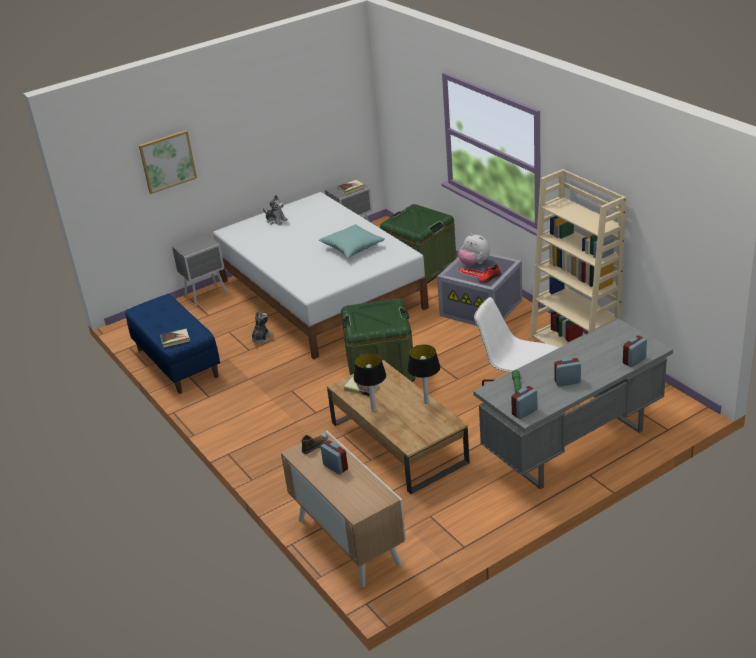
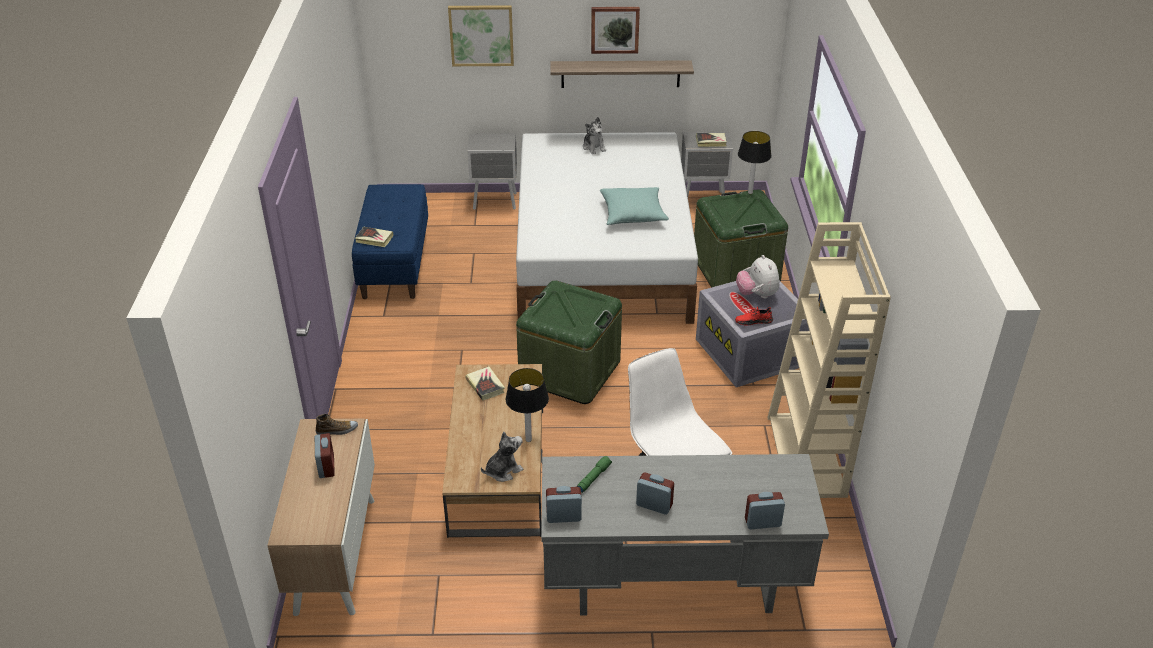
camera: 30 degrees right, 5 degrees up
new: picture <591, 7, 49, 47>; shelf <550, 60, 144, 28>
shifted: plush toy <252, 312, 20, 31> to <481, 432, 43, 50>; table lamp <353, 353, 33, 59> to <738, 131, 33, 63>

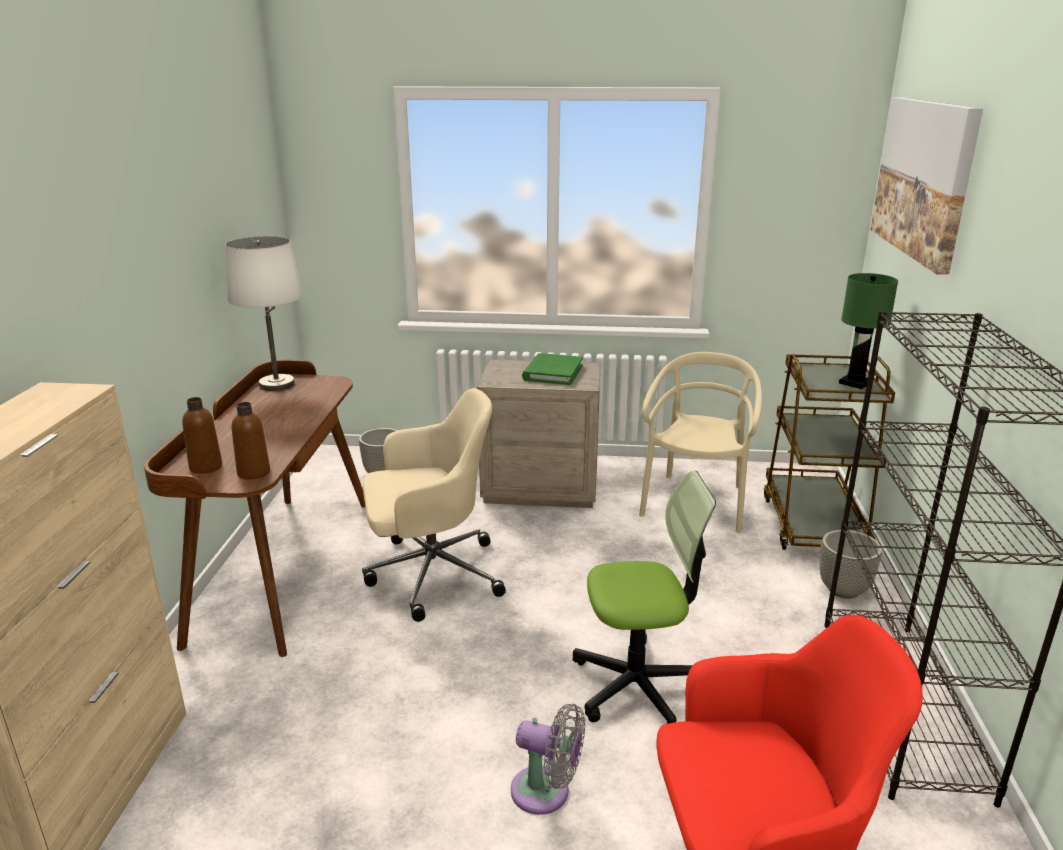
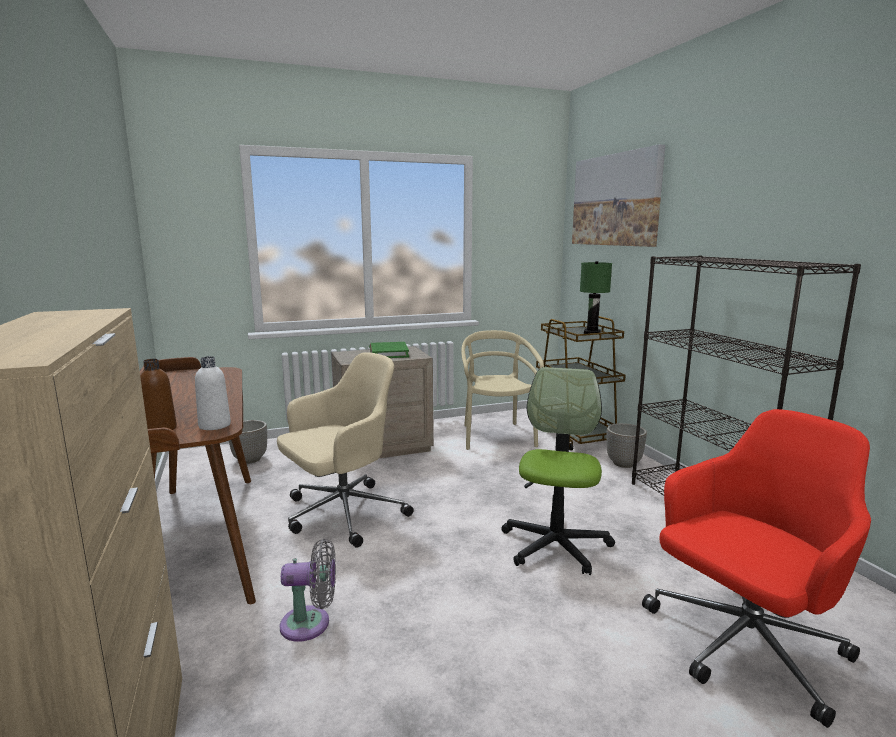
camera: 25 degrees left, 10 degrees down
gone: white table lamp <225, 236, 78, 155>
shifted: grey fan <511, 704, 74, 111> to <280, 539, 56, 103>
repainted: brown bottle <232, 402, 38, 77> to white bottle <195, 356, 36, 74>
rotated: office chair <573, 471, 143, 253> = <501, 367, 114, 208> 45 degrees counterclockwise

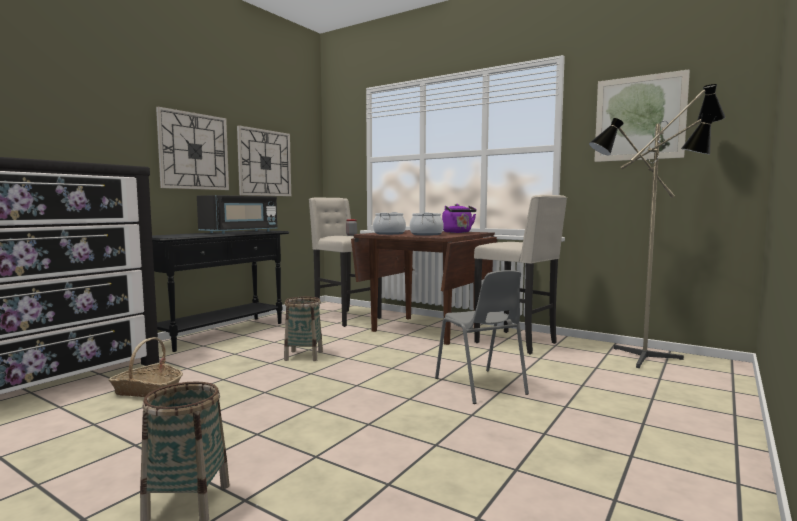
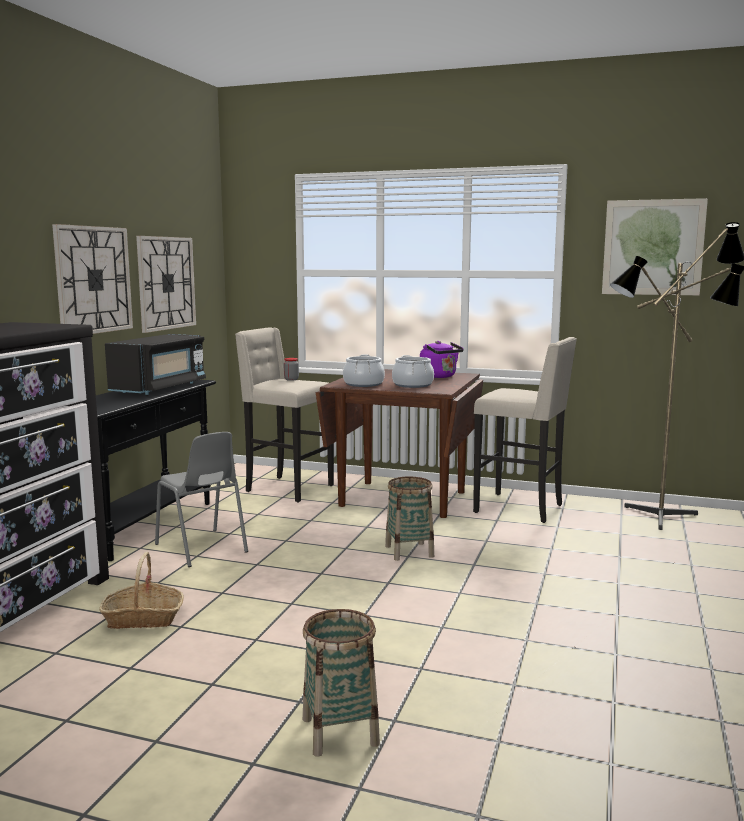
camera: 15 degrees left, 5 degrees up
shifted: grey chair <435, 270, 94, 134> to <155, 432, 93, 135>; basket <284, 297, 39, 64> to <385, 477, 49, 84>

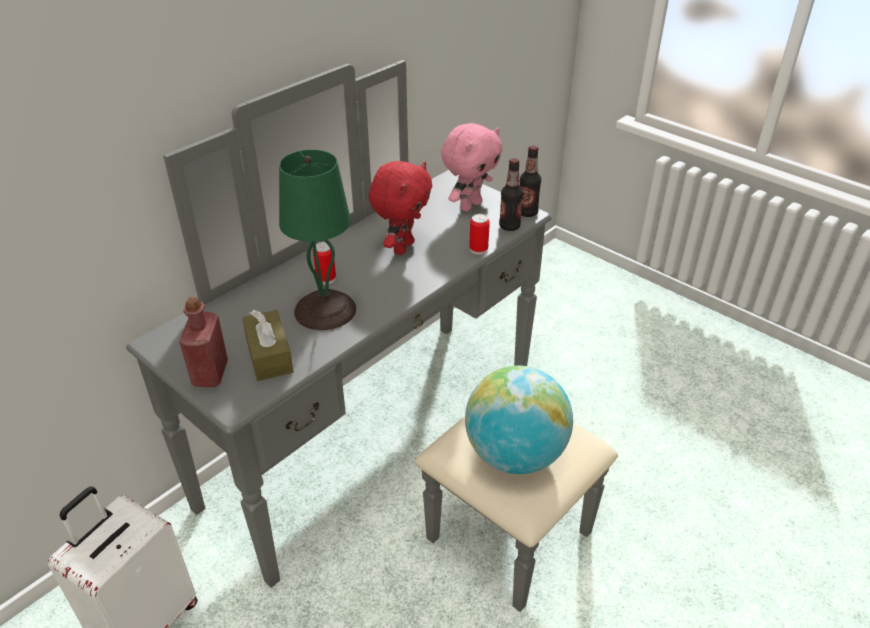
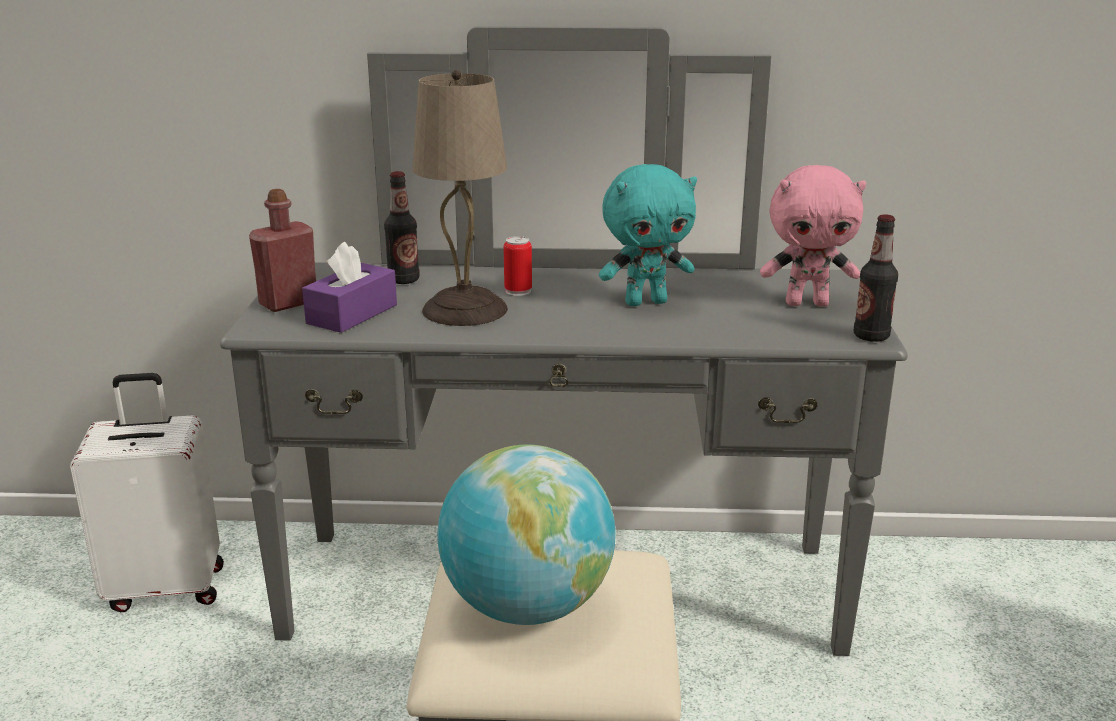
camera: 50 degrees right, 15 degrees down
gone: can <469, 214, 21, 41>
shifted: bottle <499, 158, 24, 73> to <384, 171, 36, 113>
repainted: green table lamp <279, 150, 77, 180> to beige table lamp <412, 70, 96, 256>; red plush toy <369, 161, 63, 94> to turquoise plush toy <599, 164, 98, 142>; brown tissue box <242, 310, 52, 71> to purple tissue box <302, 242, 95, 91>

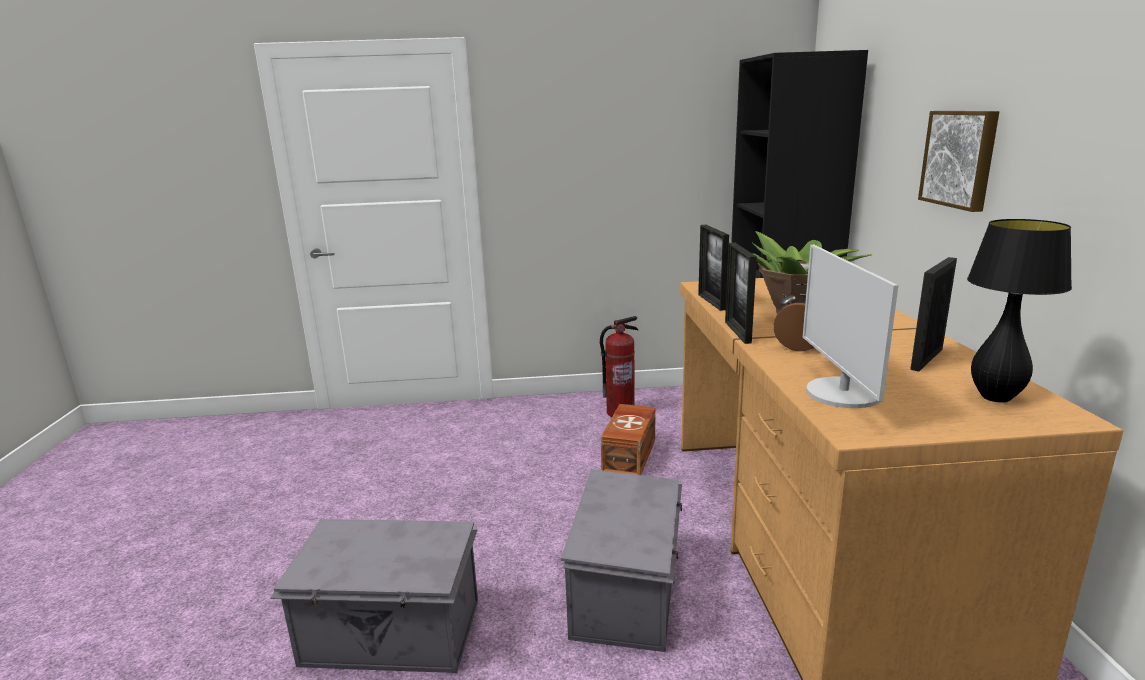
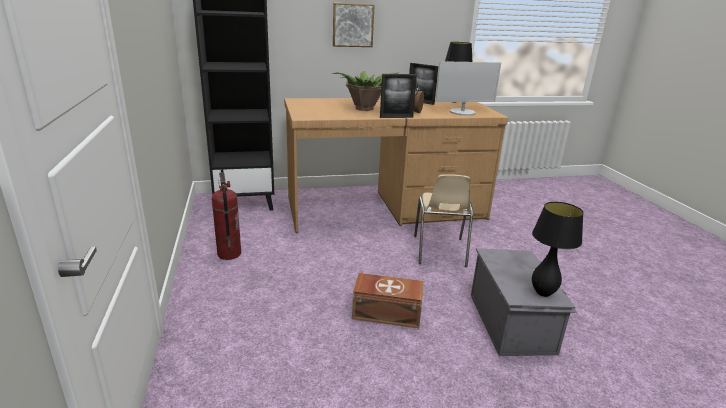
camera: 100 degrees left, 5 degrees up
gone: picture frame <698, 225, 31, 86>
new: black table lamp <532, 202, 51, 95>
shifted: brown storage box <601, 404, 55, 71> to <352, 273, 72, 55>
swapped: grey storage box <561, 470, 121, 182> to beige chair <414, 174, 59, 93>

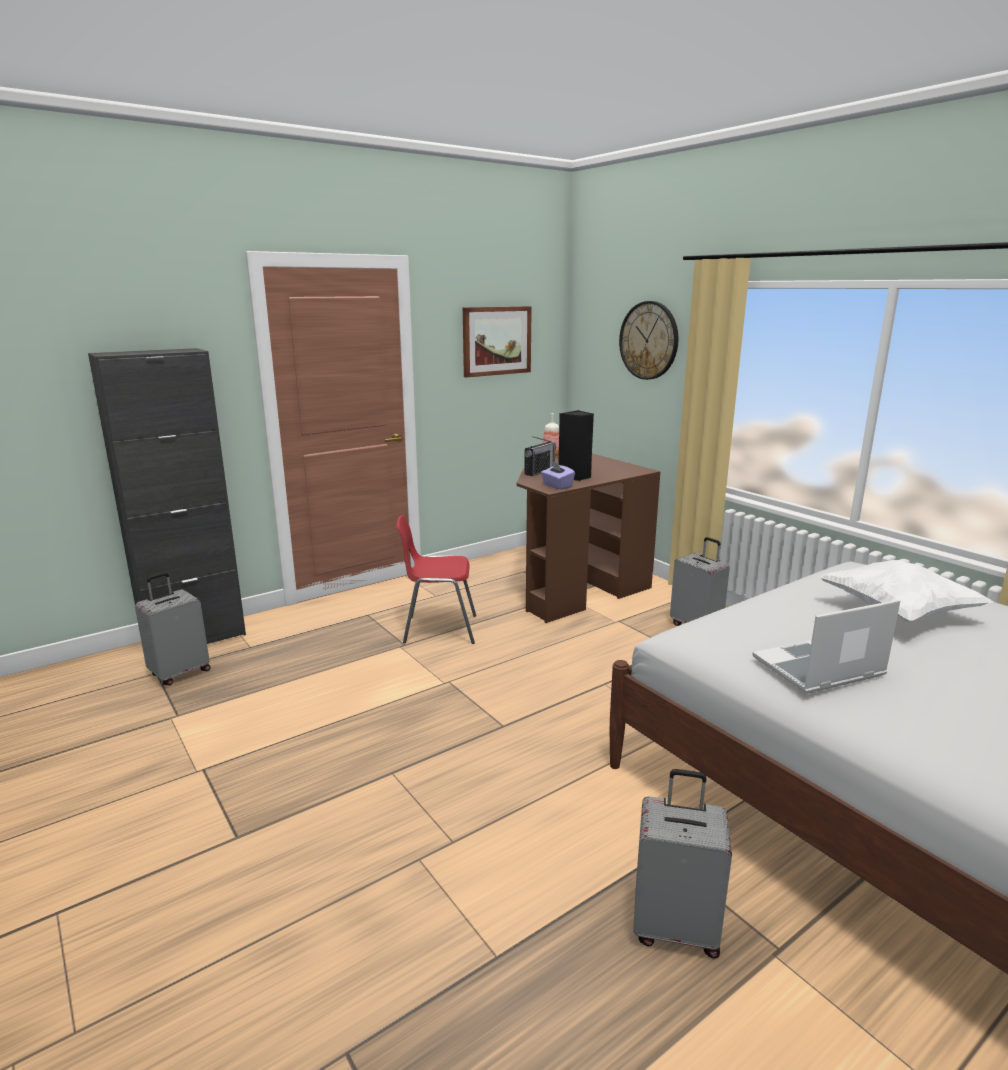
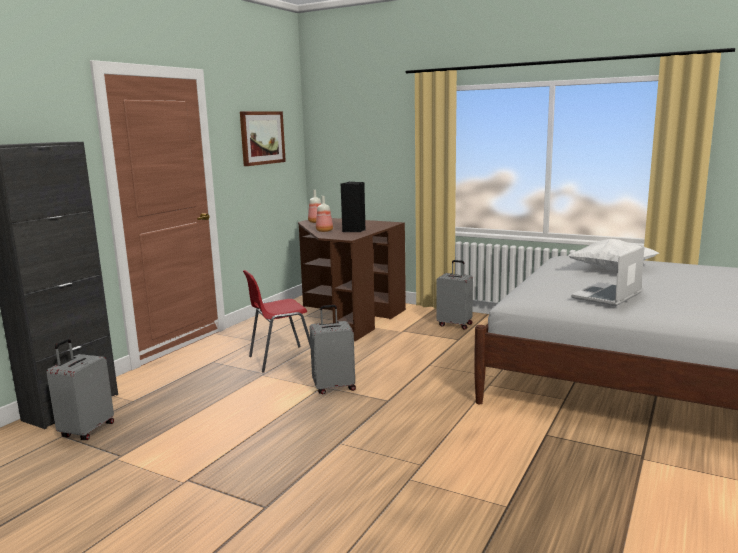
camera: 25 degrees left, 5 degrees down
gone: wall clock <619, 301, 59, 79>; purple tissue box <541, 461, 34, 29>
shifted: grey suitcase <633, 769, 99, 190> to <309, 305, 47, 89>
swapped: radio <524, 436, 32, 40> to bottle <316, 196, 17, 36>

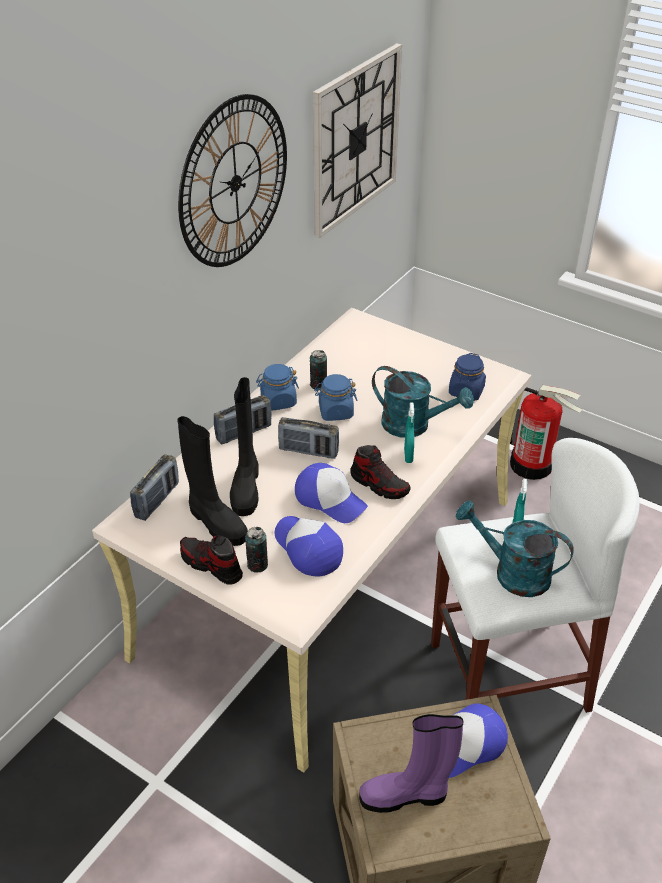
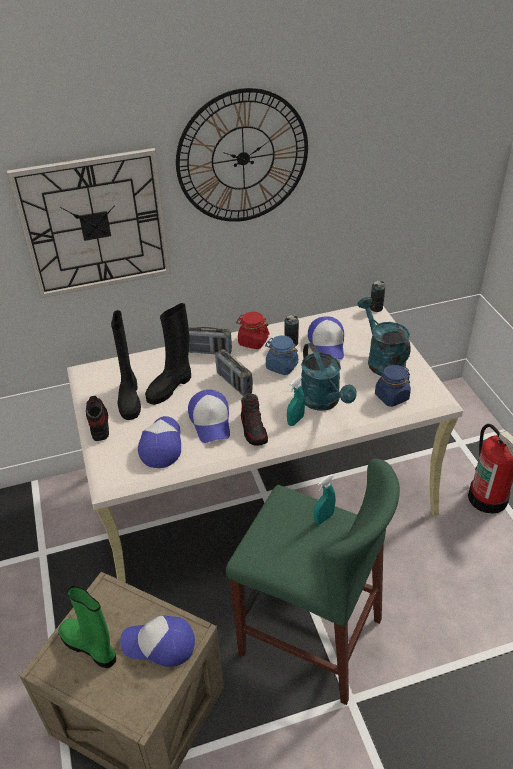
camera: 40 degrees right, 0 degrees up
gone: radio <130, 454, 49, 67>
new: cap <308, 316, 36, 43>
shifted: wall clock <313, 43, 89, 195> to <7, 148, 164, 150>; turquoise watering can <456, 501, 118, 96> to <357, 297, 54, 79>; can <245, 527, 23, 46> to <370, 281, 15, 31>
repainted: blue jar <256, 364, 43, 47> to red jar <236, 312, 33, 37>; white stool <431, 438, 209, 275> to green stool <226, 459, 174, 246>; purple boot <359, 714, 104, 99> to green boot <58, 586, 58, 82>

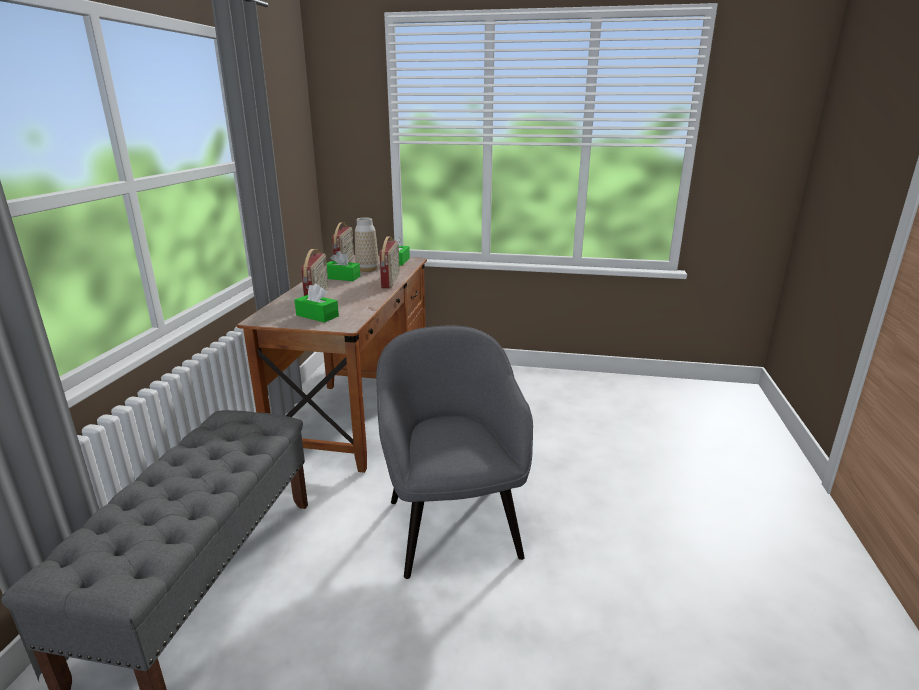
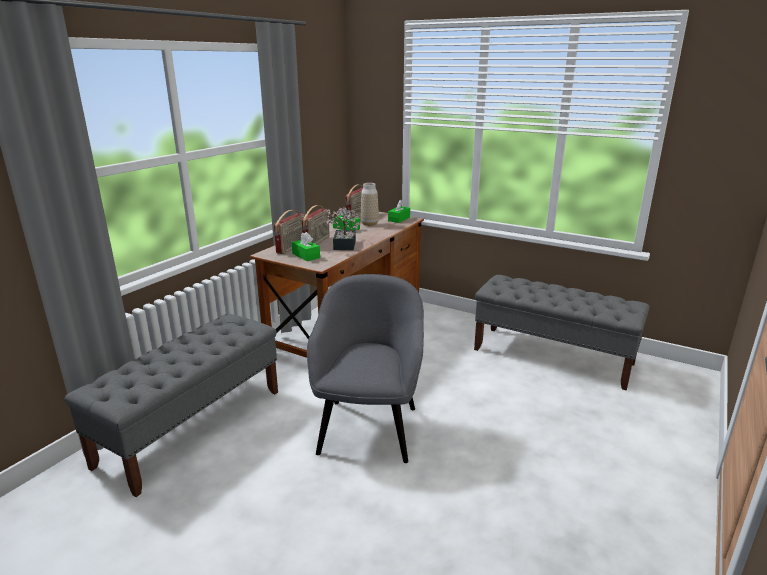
camera: 20 degrees right, 0 degrees up
new: potted plant <326, 207, 37, 43>; grey bench <474, 275, 176, 116>
shifted: radio <379, 236, 21, 52> to <274, 210, 31, 44>

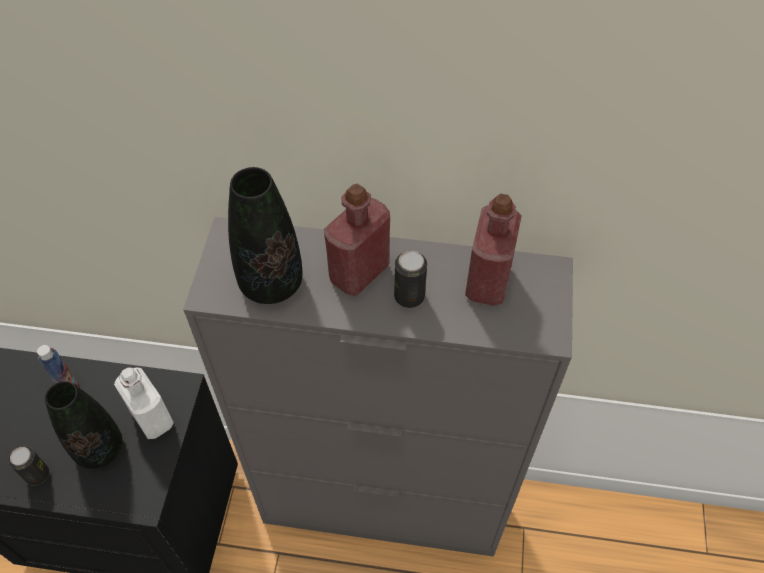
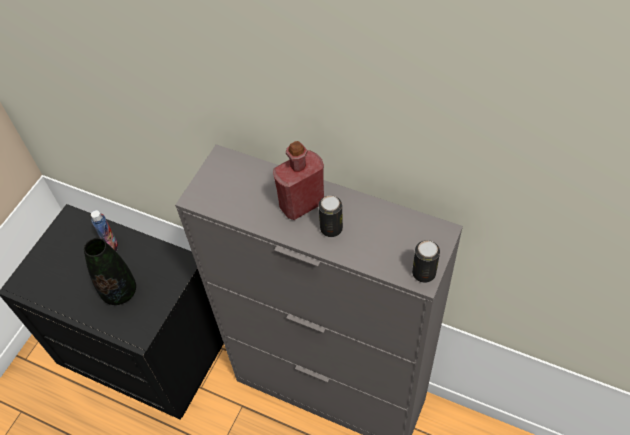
camera: 20 degrees right, 0 degrees up
gone: black vase <228, 167, 75, 137>; red bottle <465, 193, 57, 113>; white bottle <114, 367, 60, 72>
shifted: can <8, 446, 41, 40> to <412, 240, 28, 43>

